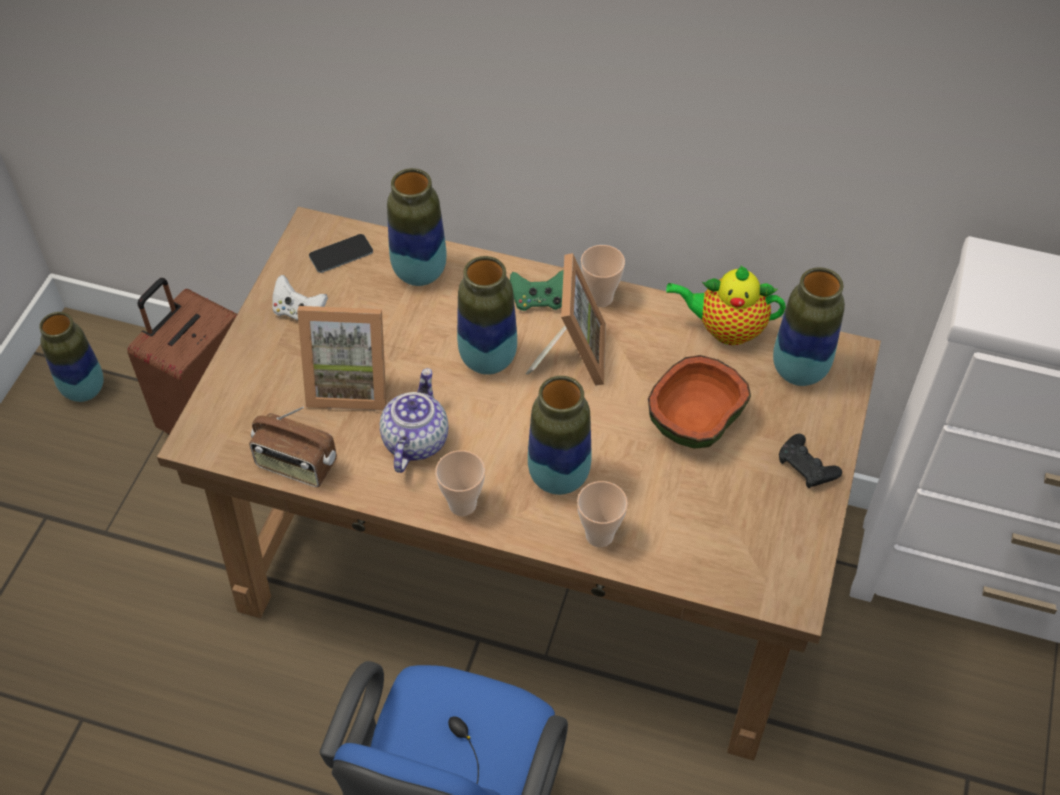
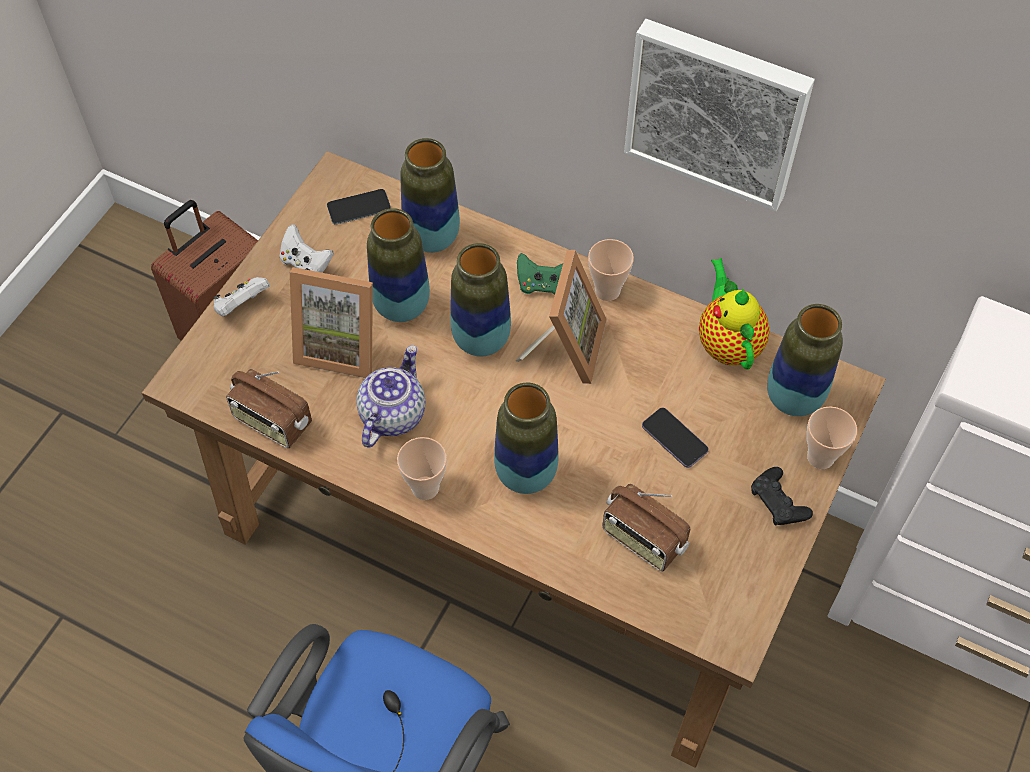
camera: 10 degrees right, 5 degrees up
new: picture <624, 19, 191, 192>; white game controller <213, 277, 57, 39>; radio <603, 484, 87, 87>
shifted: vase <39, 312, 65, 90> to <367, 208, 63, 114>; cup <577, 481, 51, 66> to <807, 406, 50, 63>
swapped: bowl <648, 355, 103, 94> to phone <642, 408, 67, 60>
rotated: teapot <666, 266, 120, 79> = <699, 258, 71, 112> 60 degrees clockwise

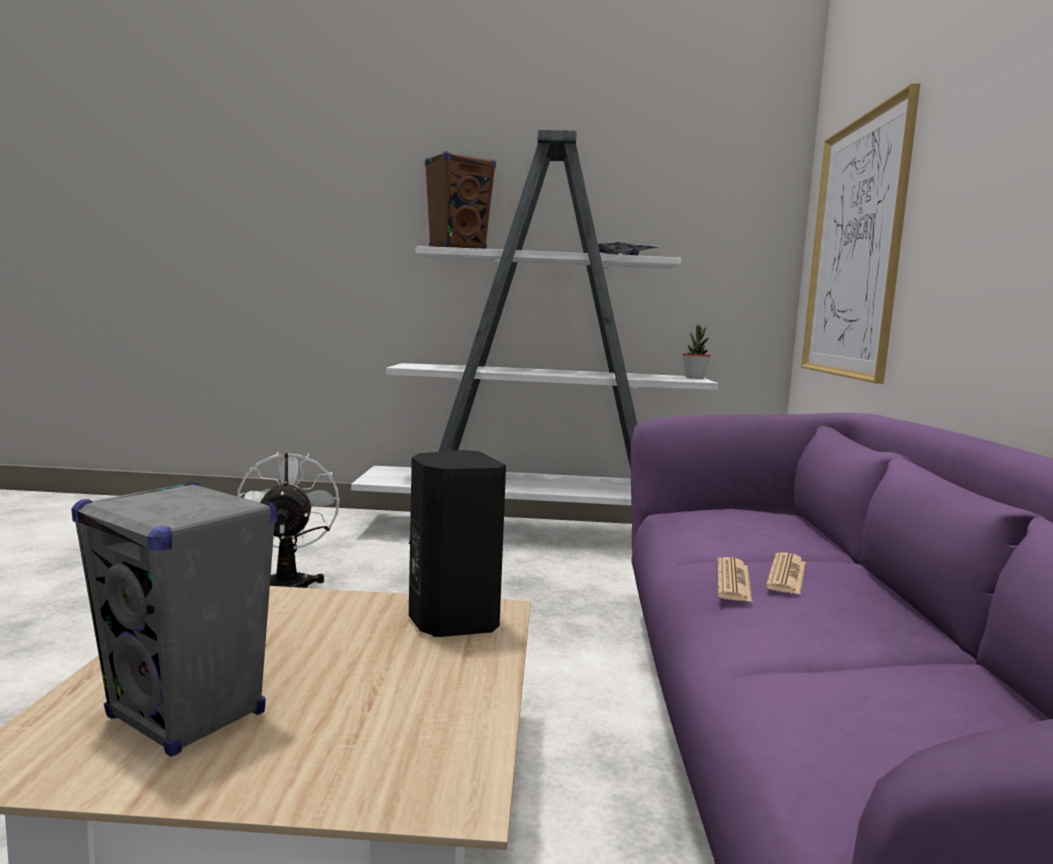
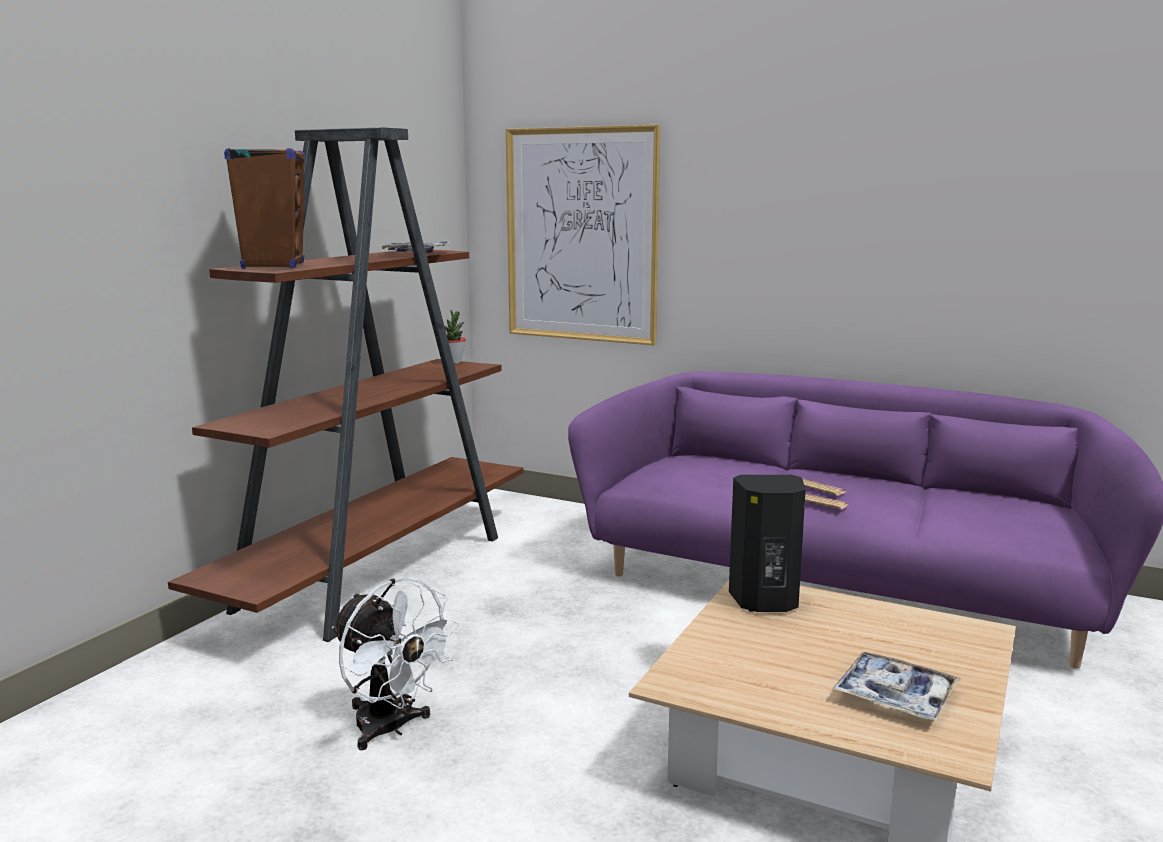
camera: 65 degrees left, 5 degrees up
swapped: grey speaker <71, 481, 206, 276> to tray <832, 652, 129, 68>
repainted: white bookcase <351, 130, 368, 414> to brown bookcase <168, 127, 355, 515>
rotated: white fan <237, 452, 103, 136> = <332, 578, 127, 172> 150 degrees counterclockwise

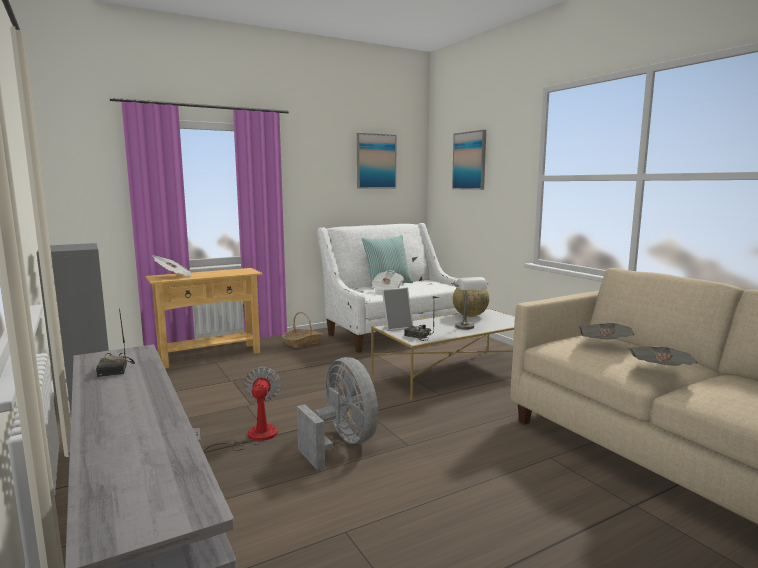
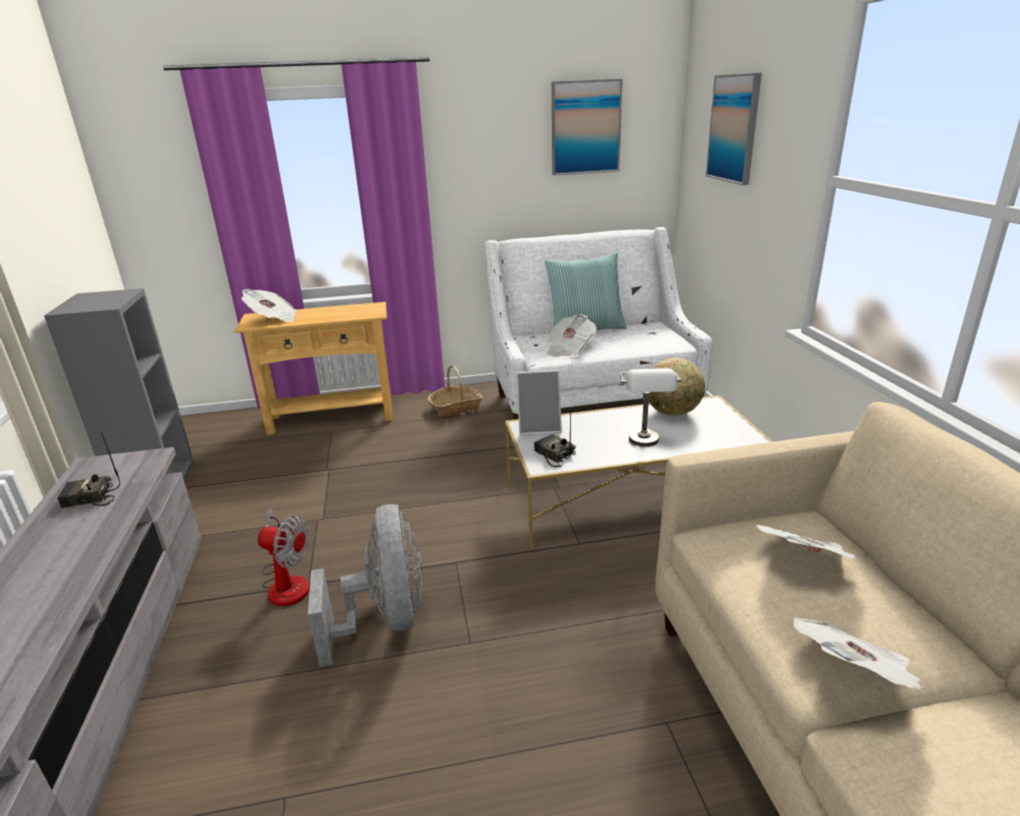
camera: 20 degrees right, 15 degrees up
rotated: radio <96, 308, 39, 69> = <57, 432, 63, 76> 75 degrees clockwise; fan <193, 367, 88, 85> = <258, 507, 52, 99> 90 degrees clockwise

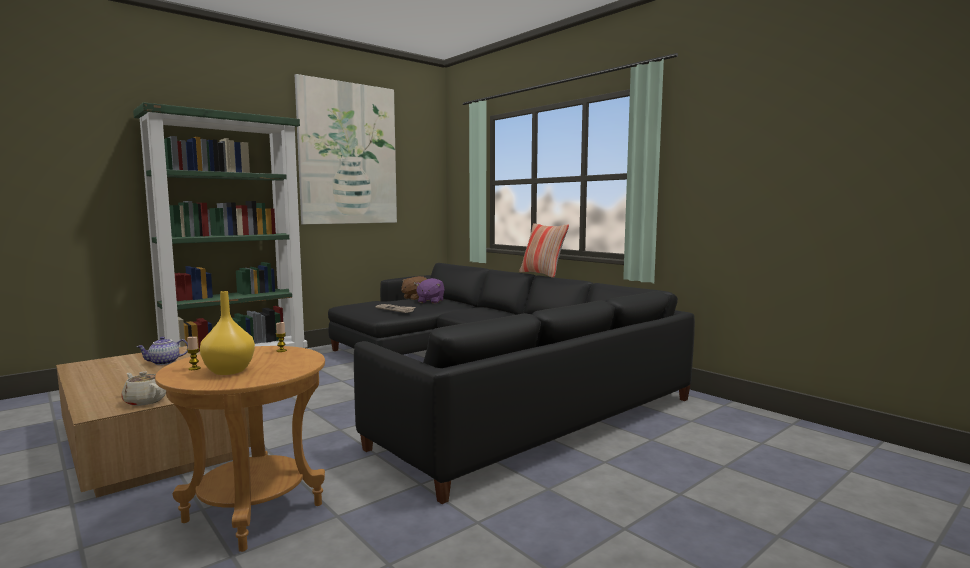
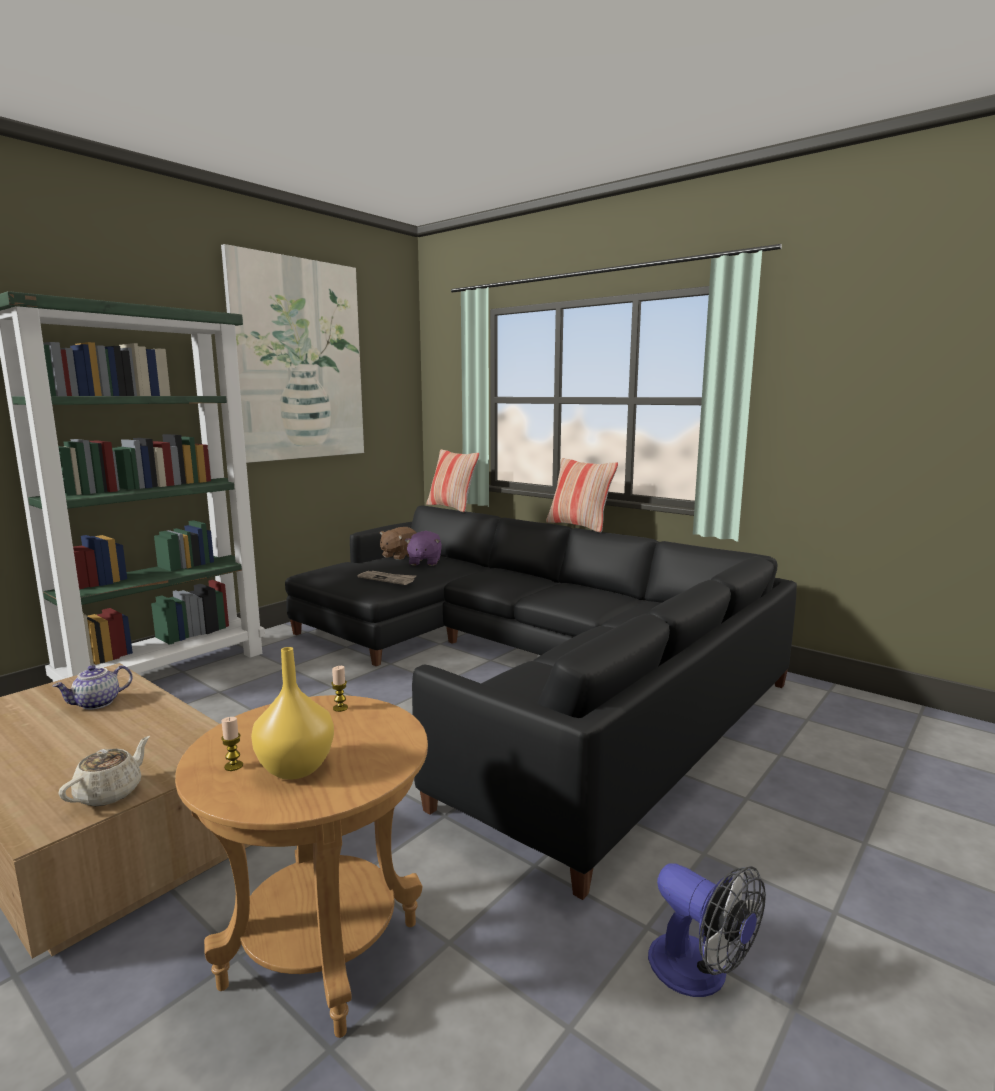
camera: 10 degrees left, 5 degrees up
new: pillow <426, 449, 53, 63>; fan <648, 863, 118, 134>
rotated: beige teapot <121, 371, 45, 35> = <58, 736, 92, 70> 90 degrees clockwise

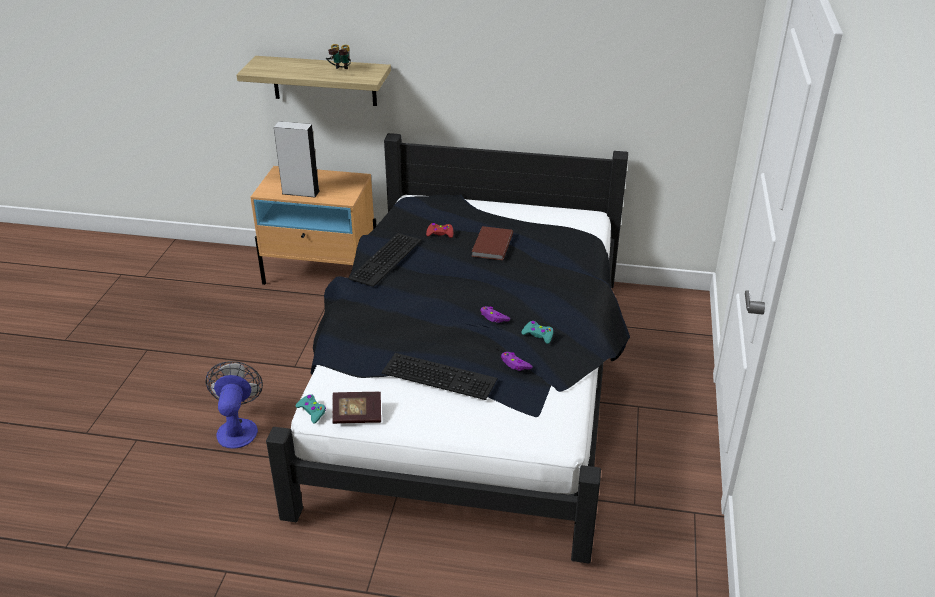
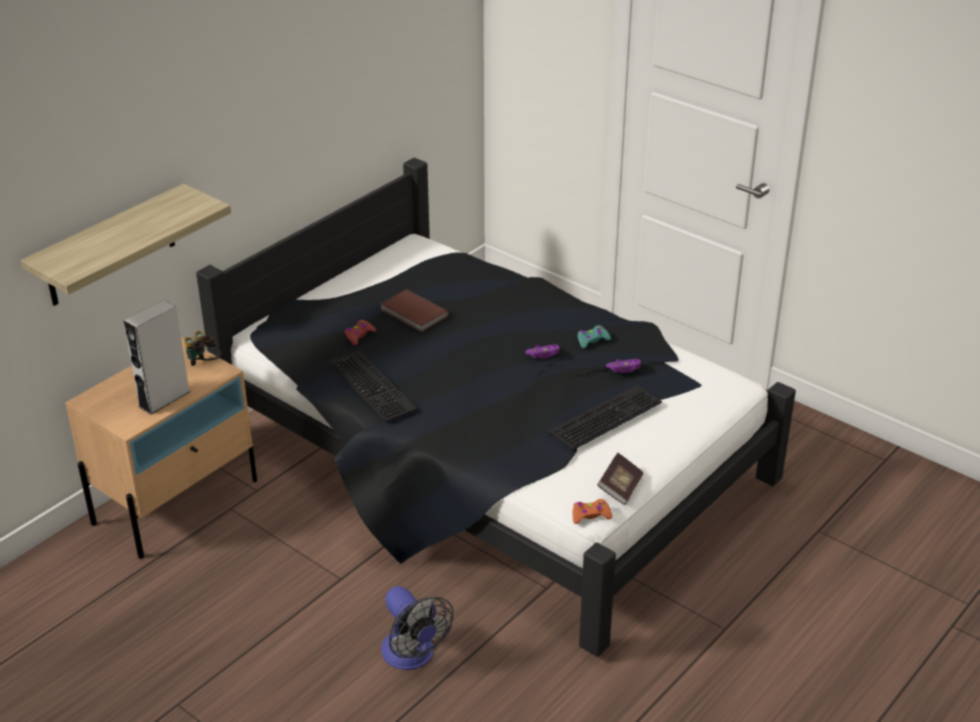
camera: 60 degrees left, 0 degrees up
shifted: binoculars <326, 44, 25, 25> to <184, 331, 37, 35>
repainted: turquoise game controller <296, 394, 30, 29> to orange game controller <572, 499, 40, 25>
rotated: fan <205, 361, 58, 87> = <381, 586, 73, 84> 150 degrees counterclockwise

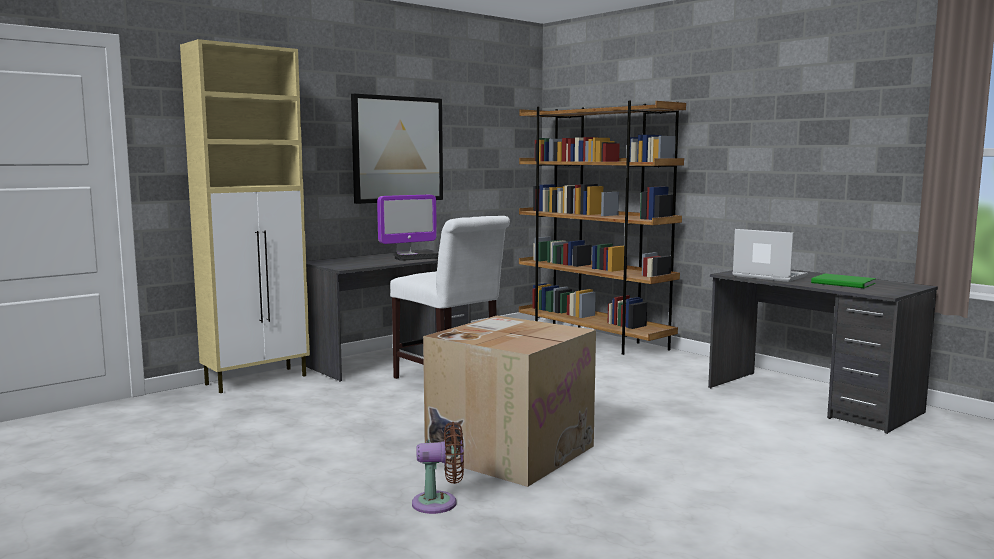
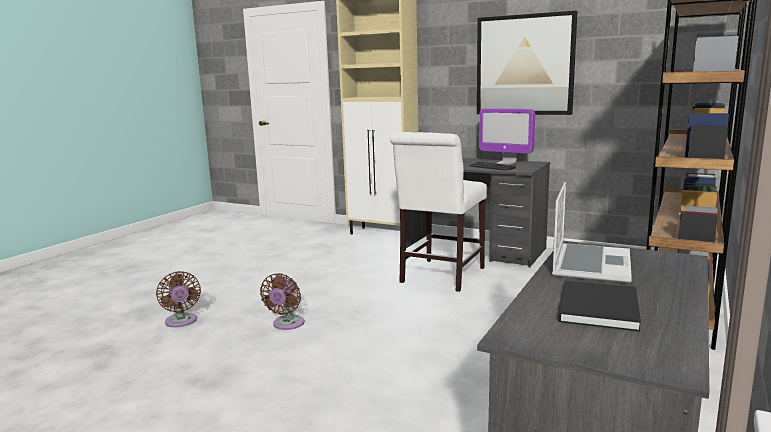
camera: 70 degrees right, 5 degrees up
swapped: cardboard box <423, 316, 173, 171> to brown fan <260, 273, 44, 57>
repainted: green book <811, 274, 65, 14> to black book <558, 281, 83, 51>

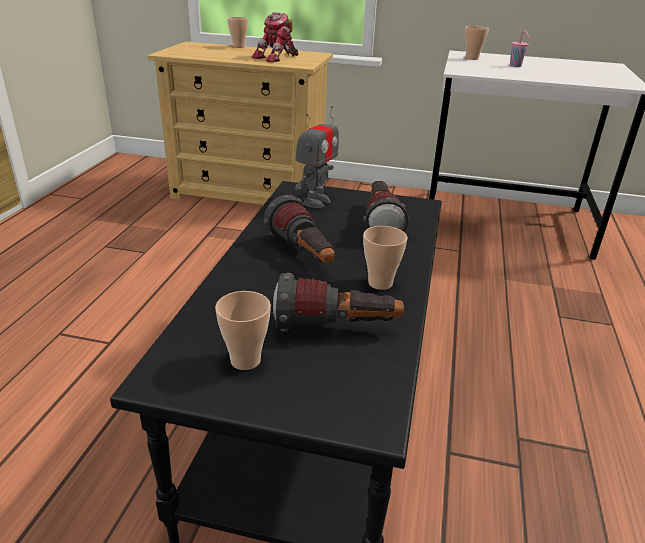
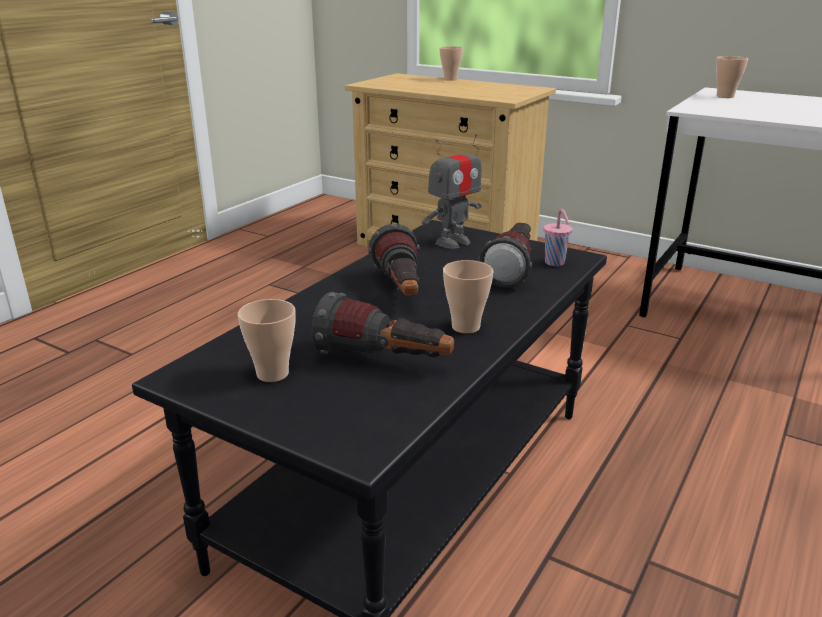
camera: 20 degrees right, 5 degrees down
gone: toy robot <252, 12, 46, 51>
shifted: pink cup <510, 30, 21, 37> to <543, 209, 29, 57>

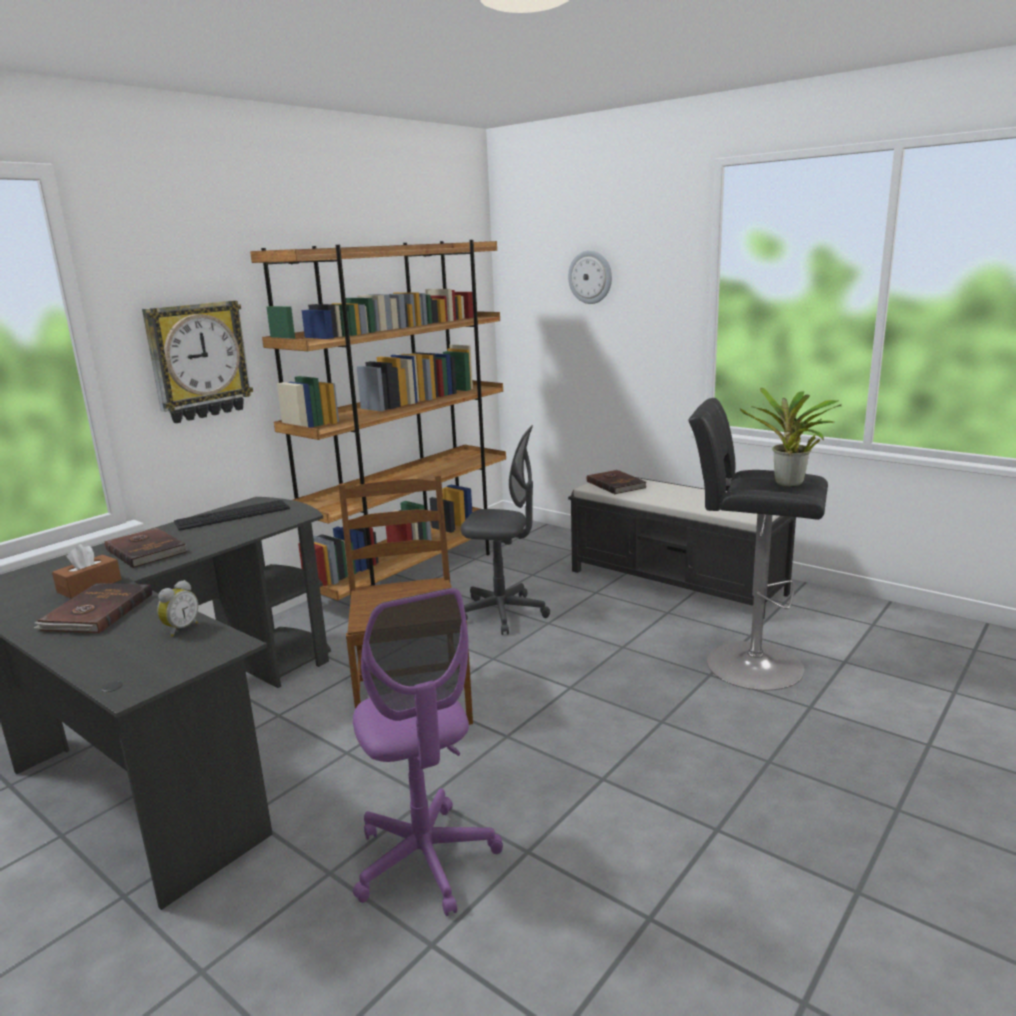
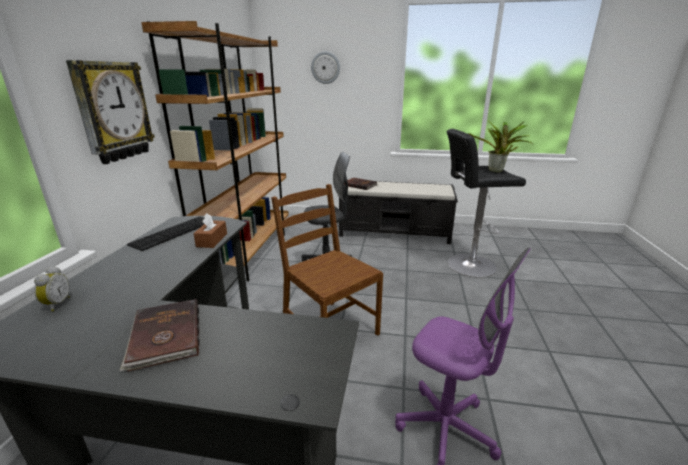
camera: 30 degrees left, 5 degrees up
gone: brown book <105, 528, 82, 40>
shifted: brown tissue box <52, 544, 69, 55> to <193, 213, 34, 35>; alarm clock <157, 580, 41, 57> to <34, 266, 36, 45>

